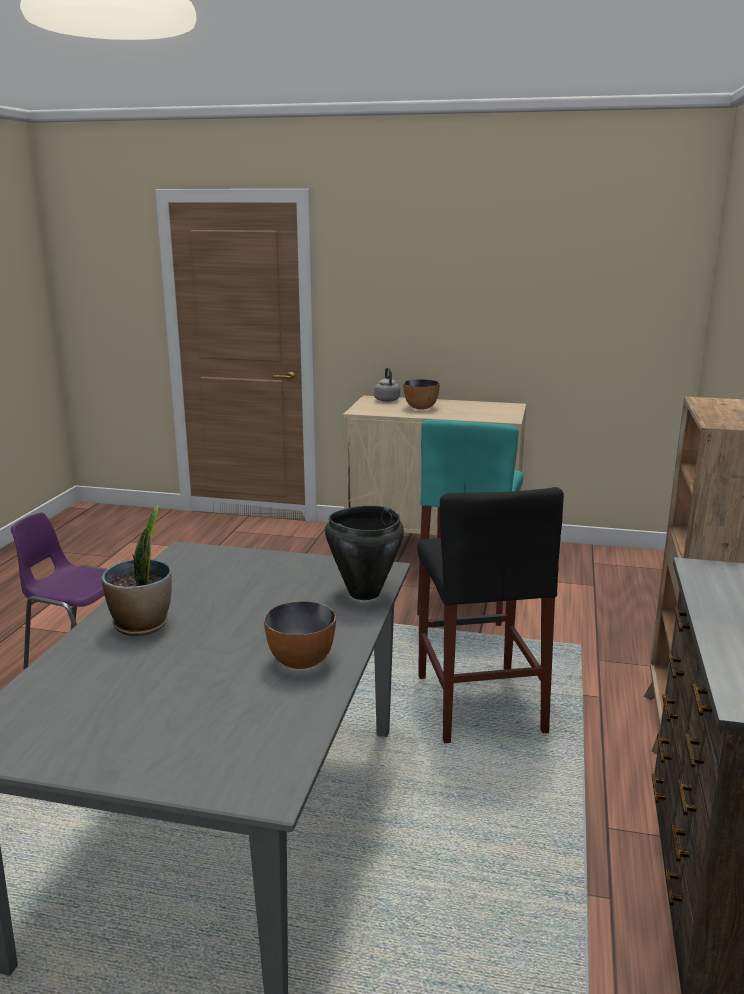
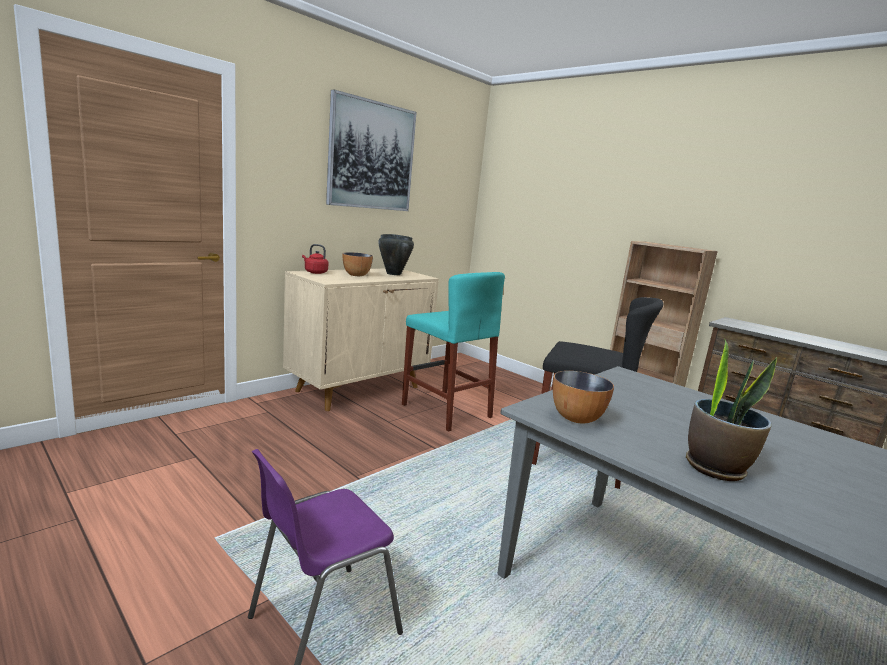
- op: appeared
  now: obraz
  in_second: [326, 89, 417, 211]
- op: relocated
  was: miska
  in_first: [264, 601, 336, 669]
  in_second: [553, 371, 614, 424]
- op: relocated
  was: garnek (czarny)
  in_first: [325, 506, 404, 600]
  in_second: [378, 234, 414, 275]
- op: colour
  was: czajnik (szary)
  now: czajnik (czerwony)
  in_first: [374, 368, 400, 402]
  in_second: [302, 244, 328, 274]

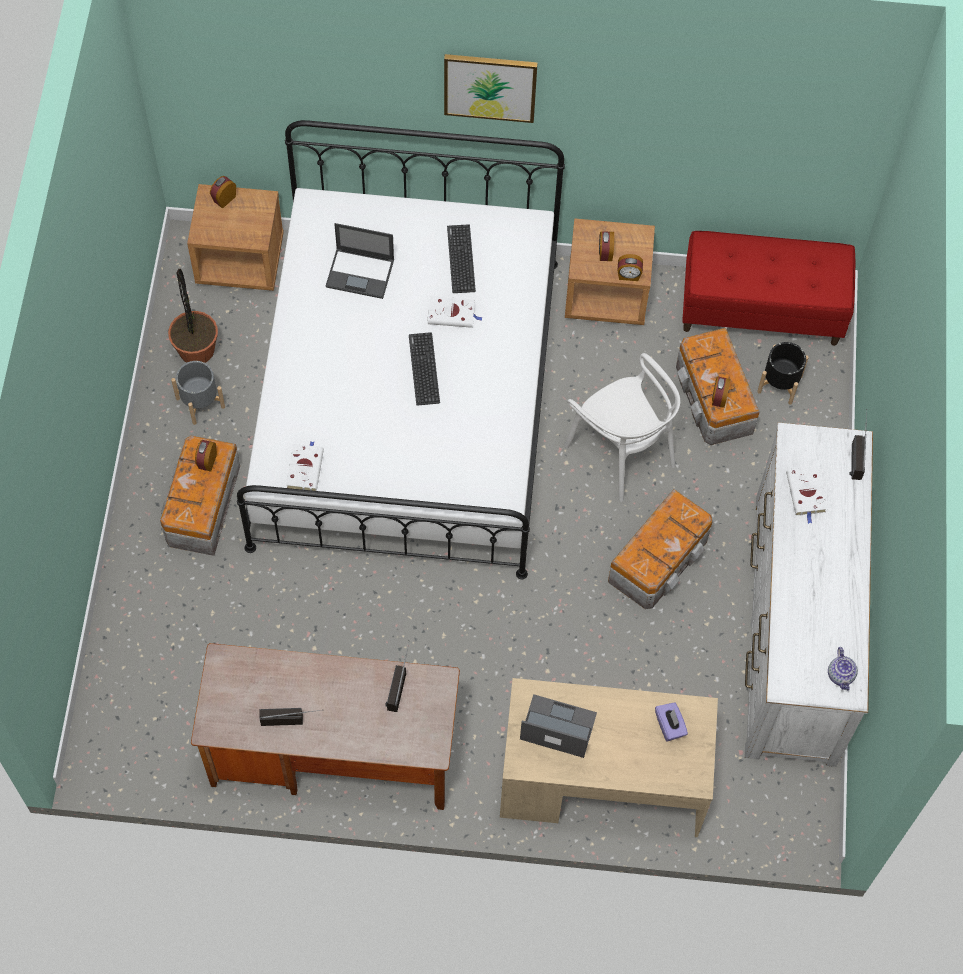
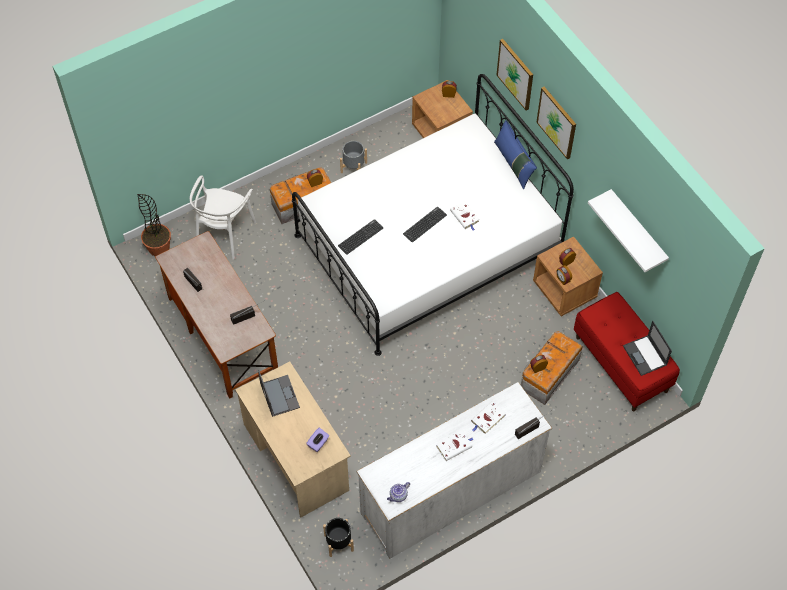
- op: missing
  was: pojemnik do przechowywania
  in_first: [608, 489, 712, 609]
- op: appeared
  now: poduszka (niebieski)
  in_second: [494, 120, 537, 189]
- op: appeared
  now: obraz
  in_second: [497, 39, 533, 110]
- op: appeared
  now: półka (biały)
  in_second: [588, 189, 669, 272]
- op: relocated
  was: roślina doniczkowa
  in_first: [168, 269, 218, 363]
  in_second: [137, 194, 171, 256]
- op: relocated
  was: książka (biały)
  in_first: [286, 441, 324, 491]
  in_second: [436, 430, 474, 461]
- op: relocated
  was: laptop
  in_first: [325, 223, 394, 299]
  in_second: [623, 321, 672, 376]
- op: relocated
  was: klawiatura
  in_first: [447, 224, 476, 293]
  in_second: [338, 219, 383, 255]
- op: relocated
  was: krzesło (biały)
  in_first: [564, 353, 680, 502]
  in_second: [190, 175, 256, 259]
- op: relocated
  was: donica (czarny)
  in_first: [757, 342, 809, 405]
  in_second: [323, 518, 354, 557]

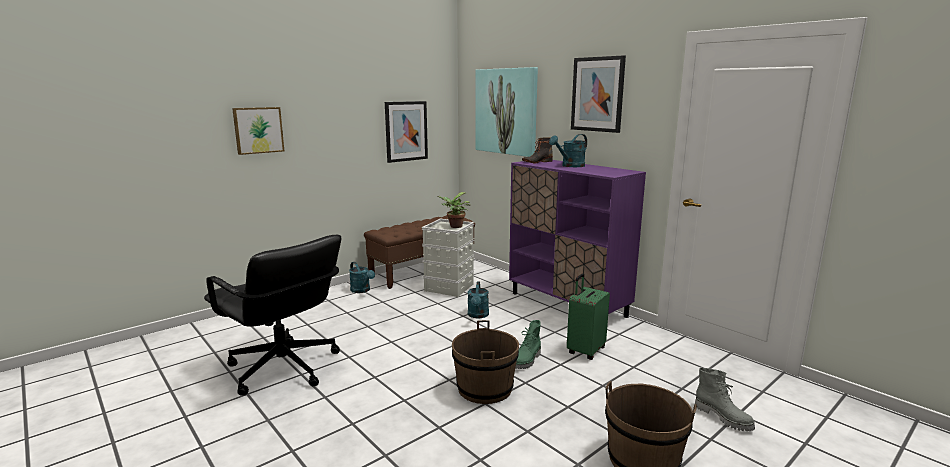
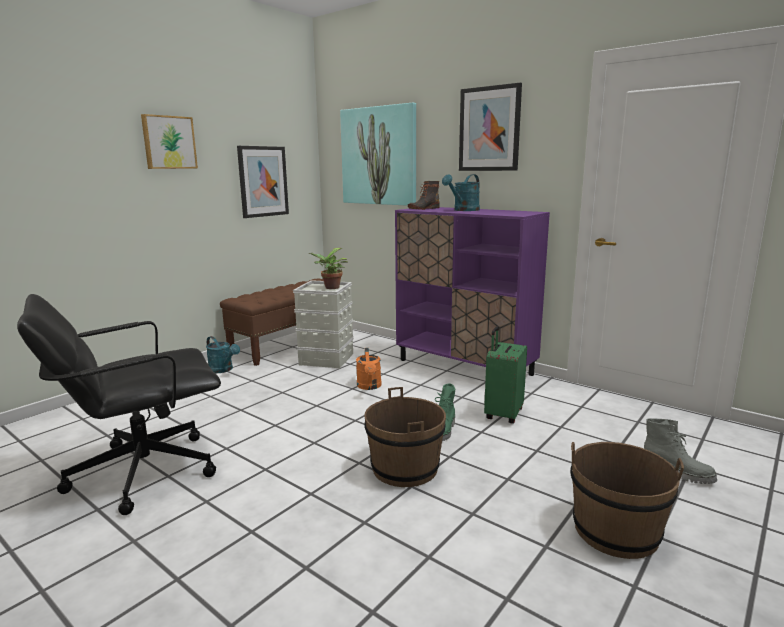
- op: relocated
  was: obraz
  in_first: [232, 107, 284, 155]
  in_second: [141, 114, 198, 169]
- op: colour
  was: konewka (turkusowy)
  now: konewka (pomarańczowy)
  in_first: [468, 282, 489, 318]
  in_second: [356, 348, 382, 390]
- op: spun
  was: krzesło biurowe (czarny)
  in_first: [204, 235, 341, 396]
  in_second: [17, 294, 221, 515]
  clockwise: 120

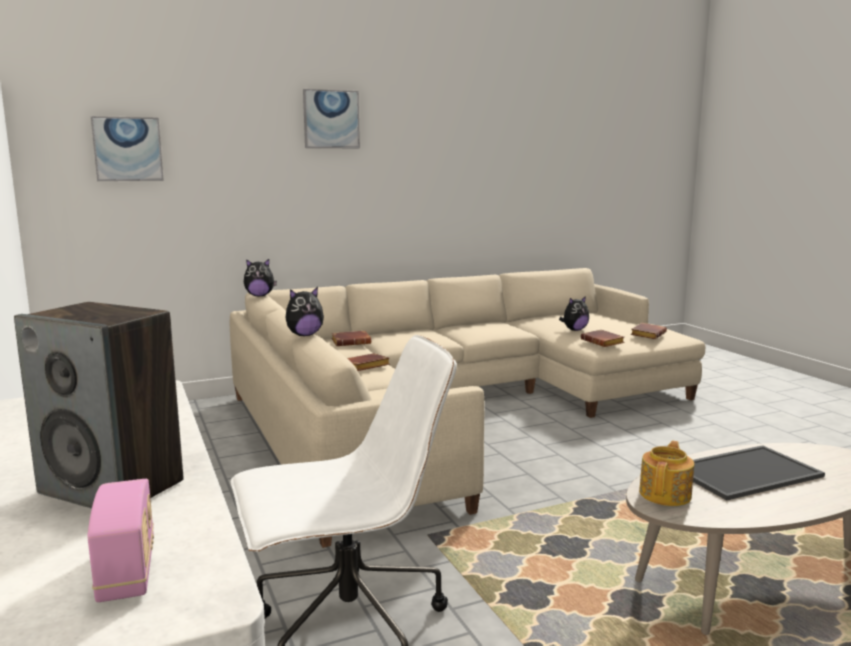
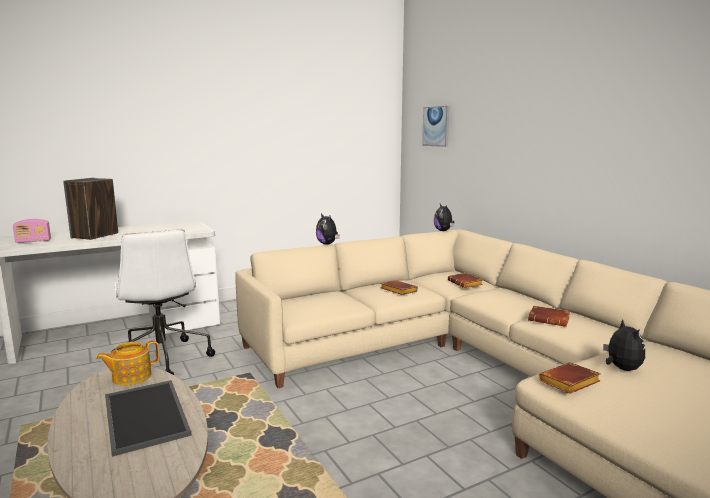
- op: missing
  was: obraz
  in_first: [303, 89, 360, 148]
- op: relocated
  was: książka (brązowy)
  in_first: [631, 323, 667, 339]
  in_second: [528, 306, 570, 327]
- op: spun
  was: pluszak
  in_first: [559, 296, 589, 331]
  in_second: [603, 320, 645, 371]
  clockwise: -150
- op: spun
  was: imbryk
  in_first: [639, 441, 694, 506]
  in_second: [96, 340, 159, 386]
  clockwise: 120

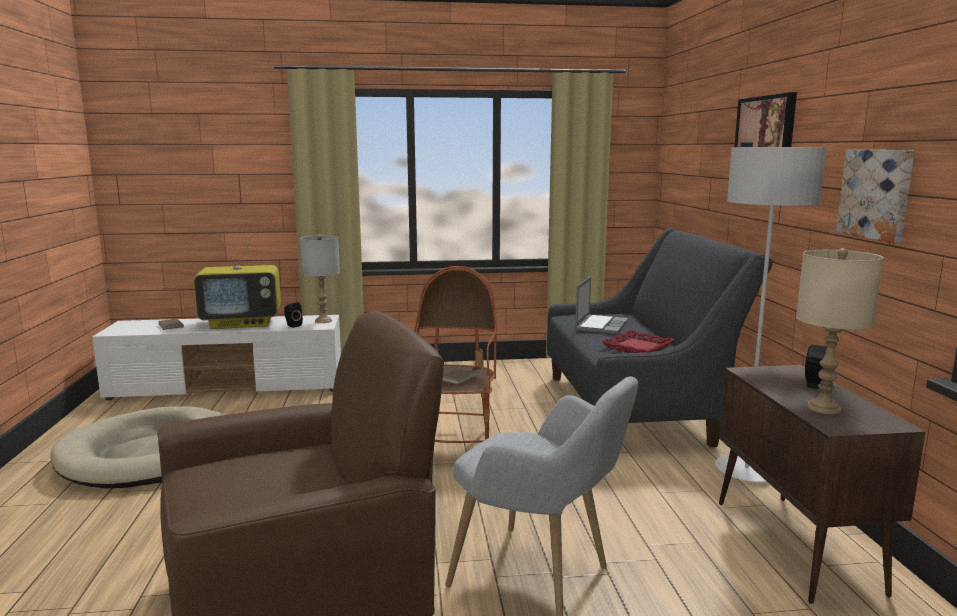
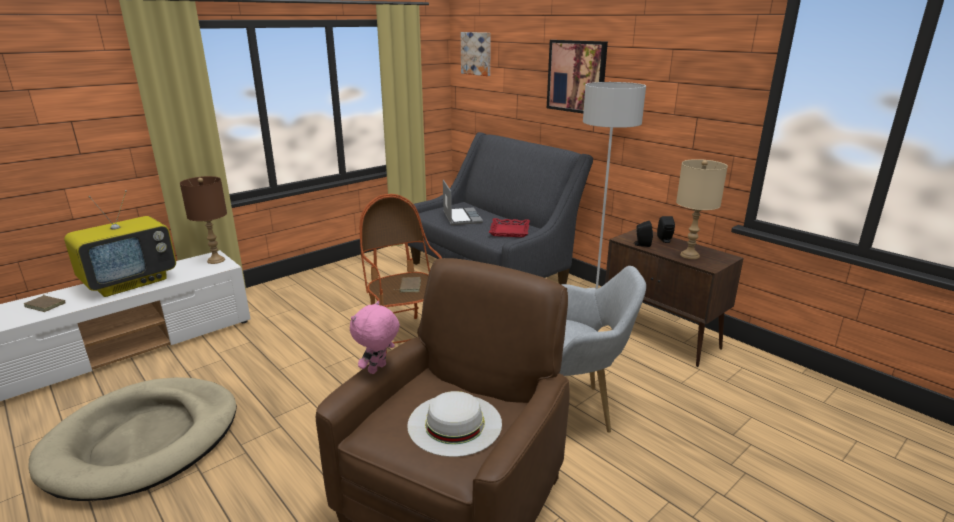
- op: appeared
  now: pluszak (różowy)
  in_second: [350, 301, 400, 374]
- op: appeared
  now: kapelusz (biały)
  in_second: [407, 391, 502, 457]
- op: relocated
  was: głośnik (czarny)
  in_first: [284, 302, 303, 328]
  in_second: [634, 221, 653, 247]
- op: relocated
  was: obraz
  in_first: [836, 150, 915, 243]
  in_second: [461, 32, 491, 76]
- op: colour
  was: lampa stołowa (szary)
  now: lampa stołowa (brązowy)
  in_first: [300, 234, 340, 323]
  in_second: [180, 176, 227, 264]

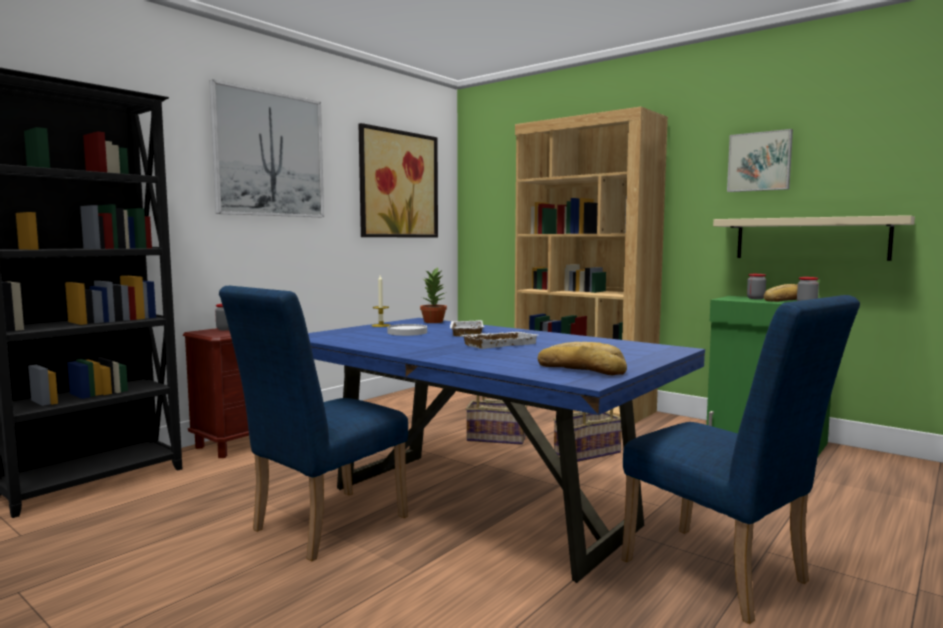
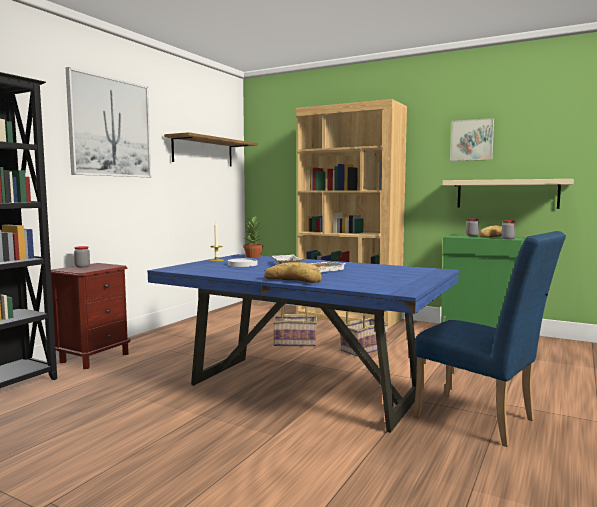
- op: missing
  was: krzesło (niebieski)
  in_first: [219, 286, 408, 562]
- op: relocated
  was: chleb
  in_first: [538, 342, 627, 375]
  in_second: [264, 262, 322, 283]
- op: exchanged
  was: obraz
  now: półka
  in_first: [359, 123, 438, 237]
  in_second: [164, 132, 258, 166]

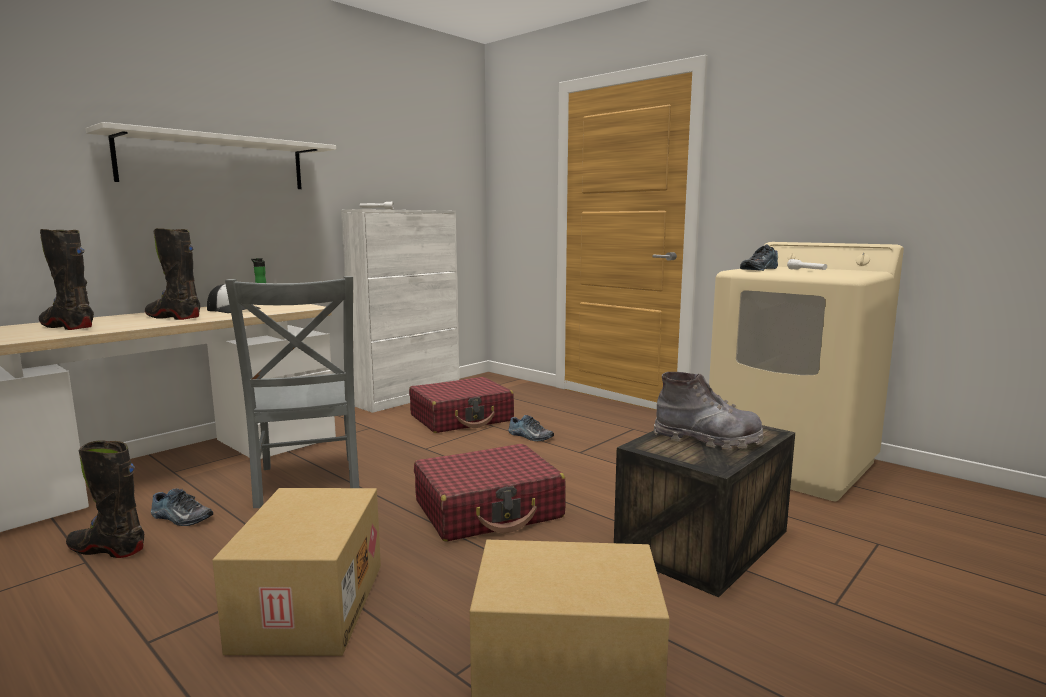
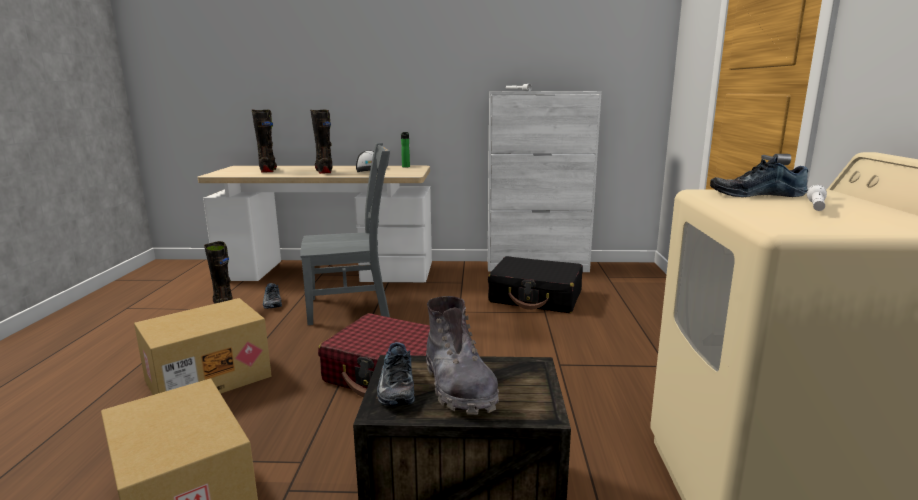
- op: missing
  was: półka (biały)
  in_first: [86, 122, 336, 189]
- op: relocated
  was: but
  in_first: [508, 415, 554, 441]
  in_second: [377, 342, 415, 406]
- op: colour
  was: walizka (czerwony)
  now: walizka (czarny)
  in_first: [409, 377, 514, 433]
  in_second: [488, 256, 583, 313]
- op: spun
  was: krzesło (szary)
  in_first: [225, 276, 360, 508]
  in_second: [300, 143, 390, 325]
  clockwise: -135

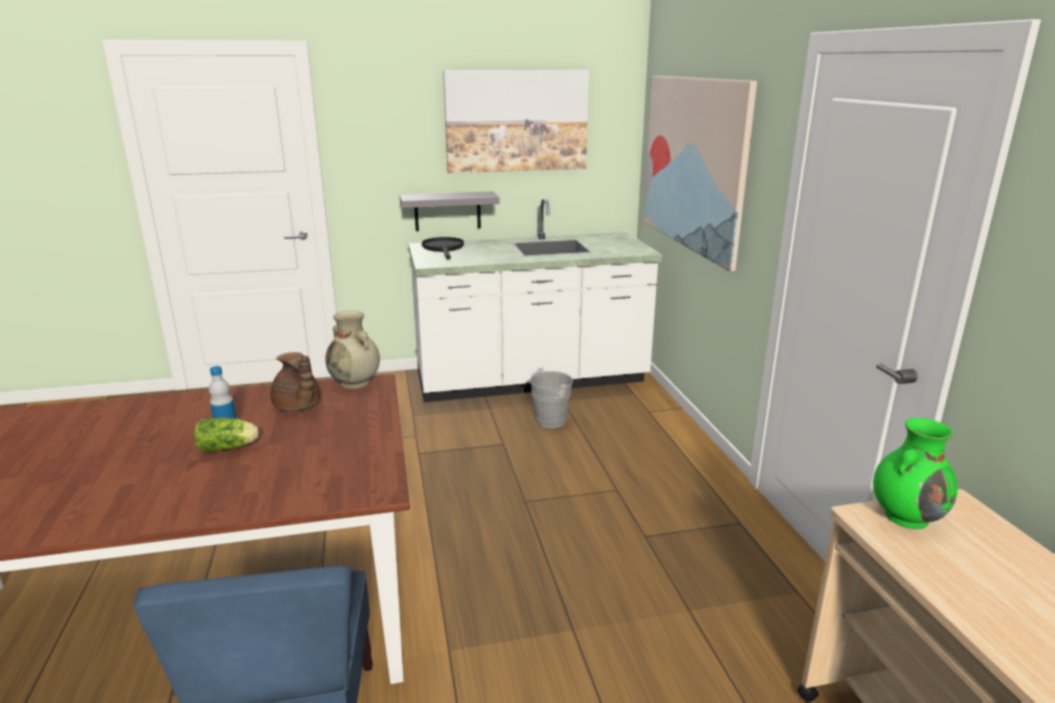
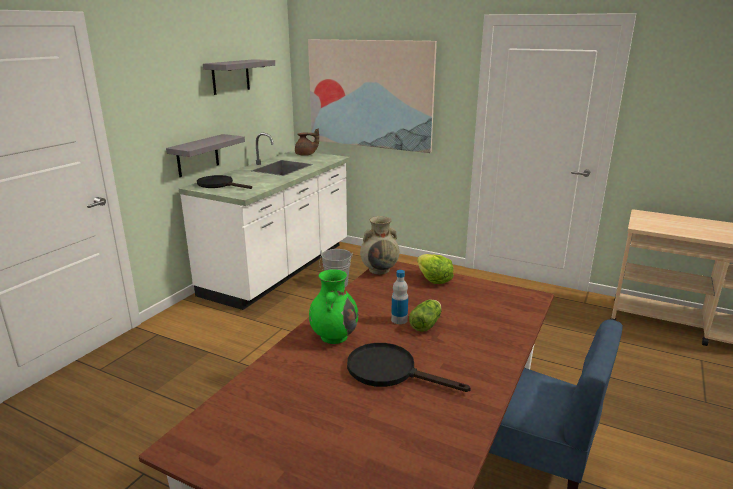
- op: appeared
  now: patelnia (czarny)
  in_second: [347, 343, 471, 392]
- op: appeared
  now: sałata
  in_second: [417, 254, 454, 284]
- op: relocated
  was: imbryk (brązowy)
  in_first: [270, 352, 320, 411]
  in_second: [295, 128, 319, 156]
- op: relocated
  was: wazon (zielony)
  in_first: [873, 418, 958, 529]
  in_second: [309, 269, 358, 344]
- op: exchanged
  was: obraz
  now: półka (szary)
  in_first: [443, 70, 589, 173]
  in_second: [203, 59, 275, 95]

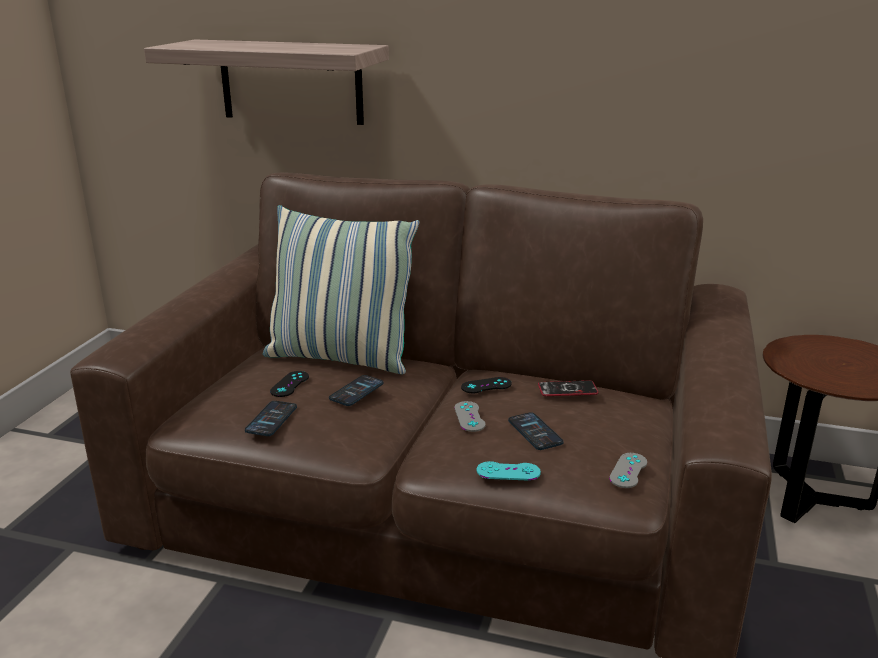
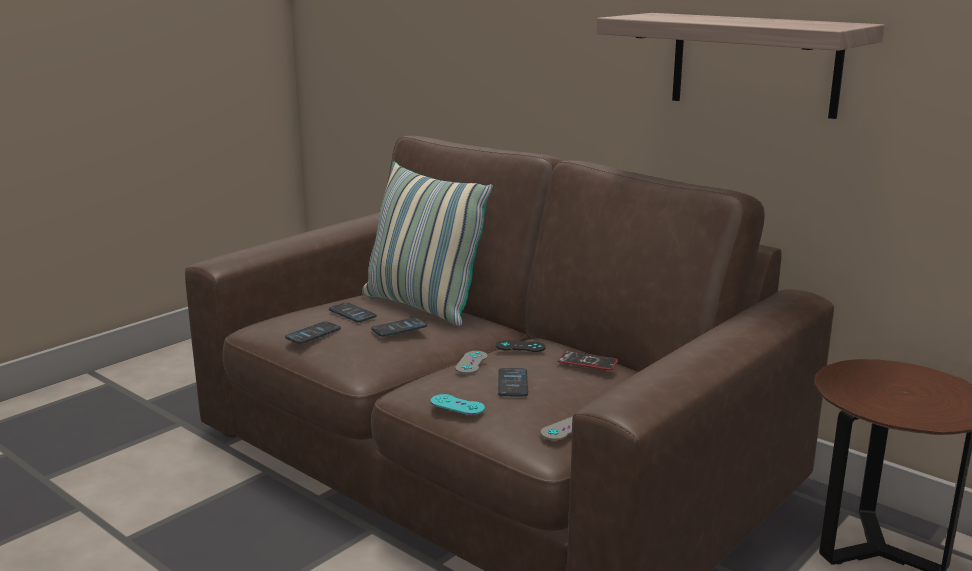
- op: relocated
  was: półka
  in_first: [144, 39, 389, 125]
  in_second: [597, 13, 885, 119]
- op: exchanged
  was: pad do gier (czarny)
  now: telefon
  in_first: [270, 371, 309, 397]
  in_second: [329, 303, 376, 322]

